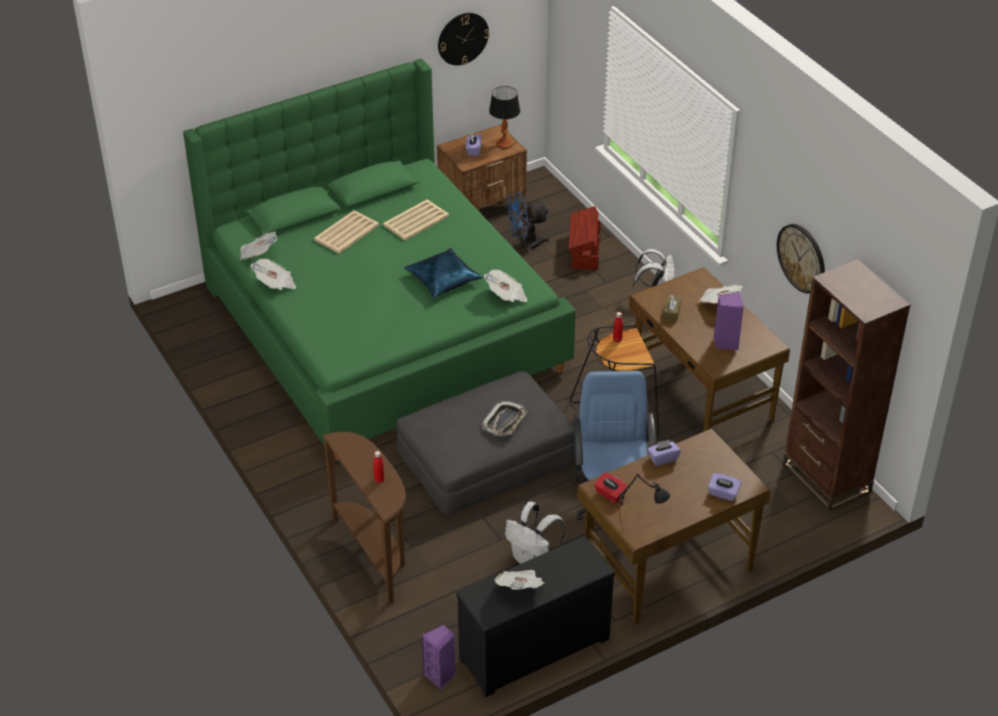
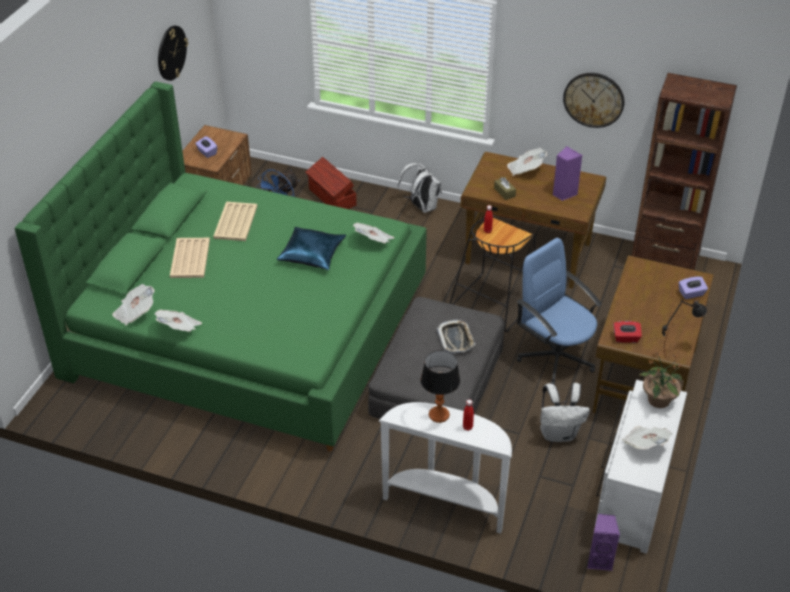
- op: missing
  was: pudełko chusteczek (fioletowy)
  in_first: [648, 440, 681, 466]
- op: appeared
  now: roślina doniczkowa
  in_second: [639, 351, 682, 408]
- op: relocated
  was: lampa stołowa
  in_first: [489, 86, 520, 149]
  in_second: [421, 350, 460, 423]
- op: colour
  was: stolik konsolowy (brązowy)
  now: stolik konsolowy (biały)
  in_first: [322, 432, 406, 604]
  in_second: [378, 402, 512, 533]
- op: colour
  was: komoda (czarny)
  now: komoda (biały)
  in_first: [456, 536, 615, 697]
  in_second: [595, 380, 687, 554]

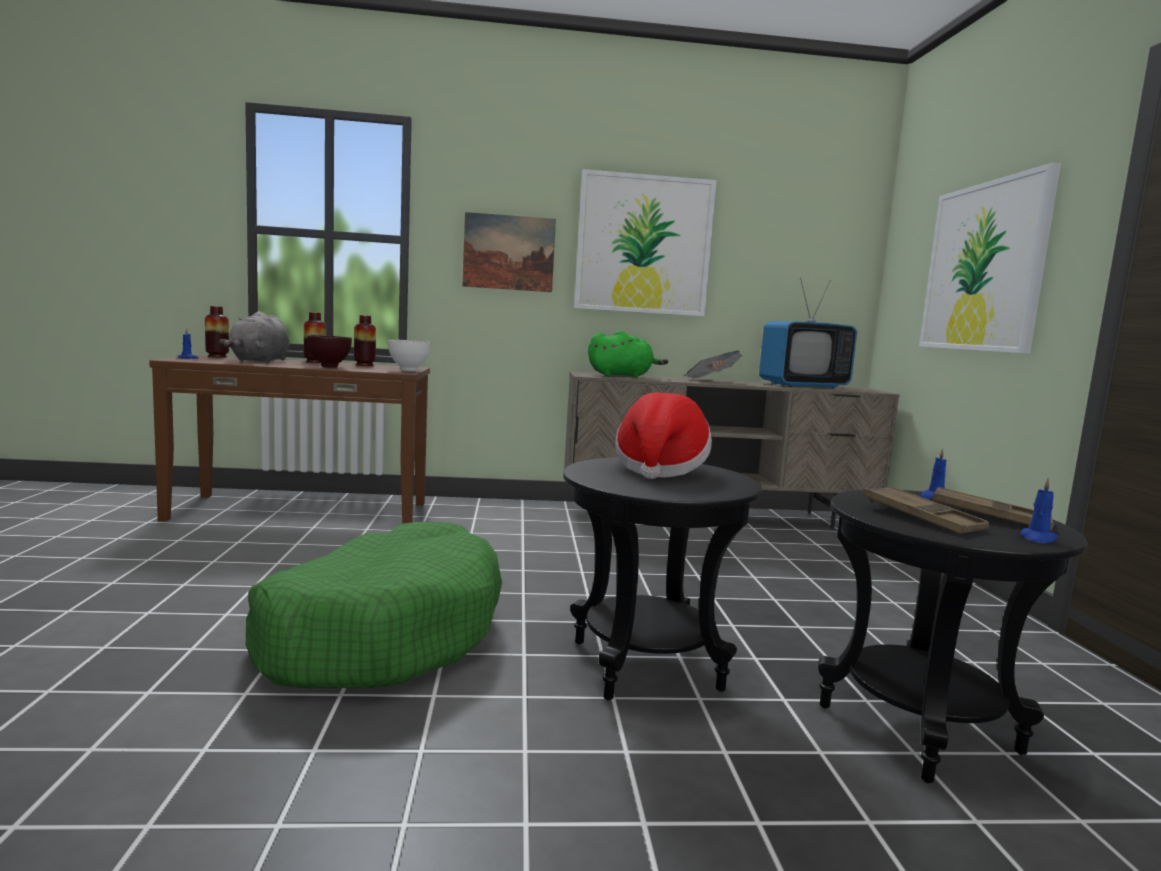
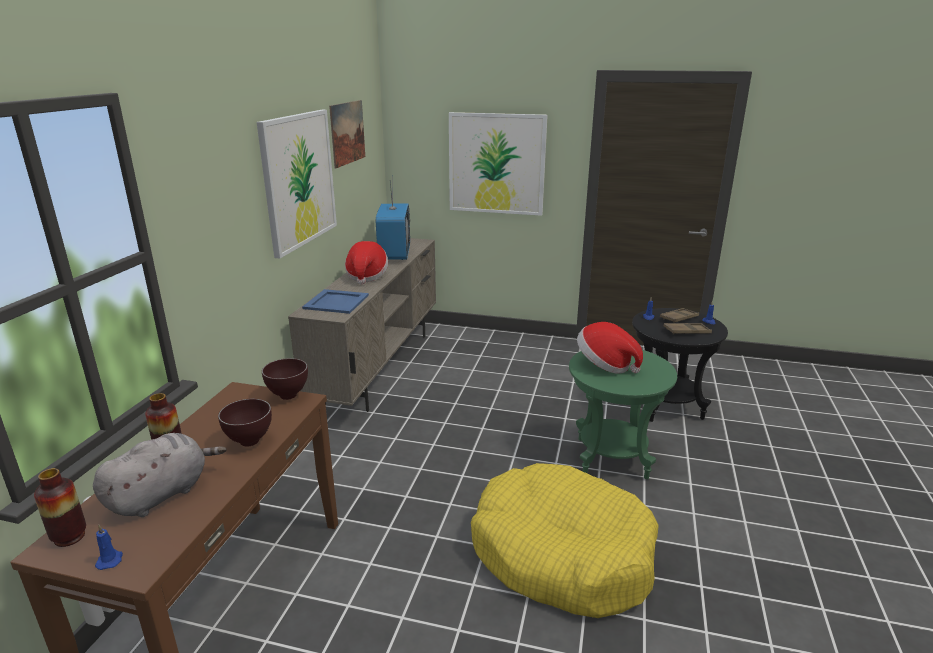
- op: missing
  was: wazon
  in_first: [354, 315, 376, 366]
- op: relocated
  was: obraz
  in_first: [463, 212, 556, 292]
  in_second: [329, 100, 365, 168]
- op: exchanged
  was: pluszak (zielony)
  now: taca (niebieski)
  in_first: [588, 331, 668, 377]
  in_second: [302, 289, 369, 314]
- op: exchanged
  was: gazeta
  now: kapelusz
  in_first: [683, 351, 742, 378]
  in_second: [345, 241, 388, 284]
- op: colour
  was: legowisko (zielony)
  now: legowisko (żółty)
  in_first: [246, 522, 502, 688]
  in_second: [471, 463, 659, 618]
- op: colour
  was: miska (biały)
  now: miska (brązowy)
  in_first: [388, 340, 430, 371]
  in_second: [262, 358, 308, 400]
- op: colour
  was: stolik (czarny)
  now: stolik (zielony)
  in_first: [563, 457, 762, 700]
  in_second: [569, 350, 677, 479]
- op: spun
  was: pluszak (szary)
  in_first: [219, 311, 290, 363]
  in_second: [93, 433, 226, 517]
  clockwise: -75

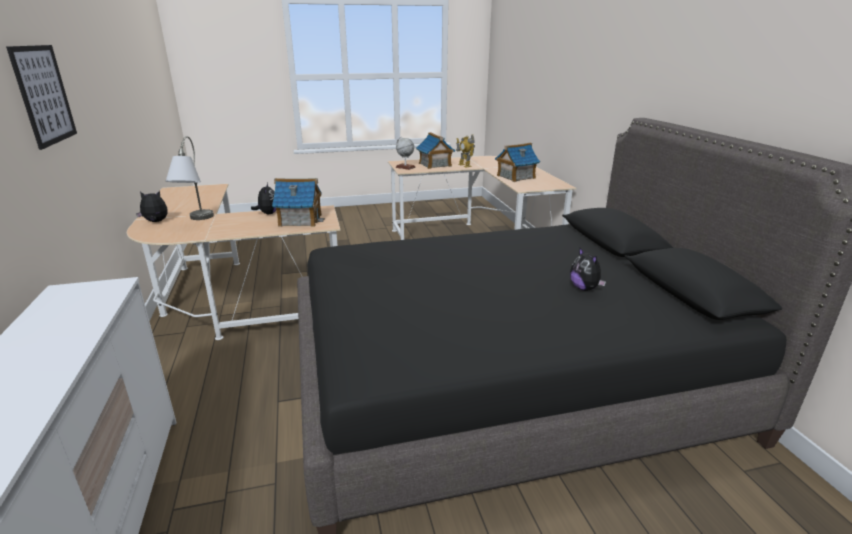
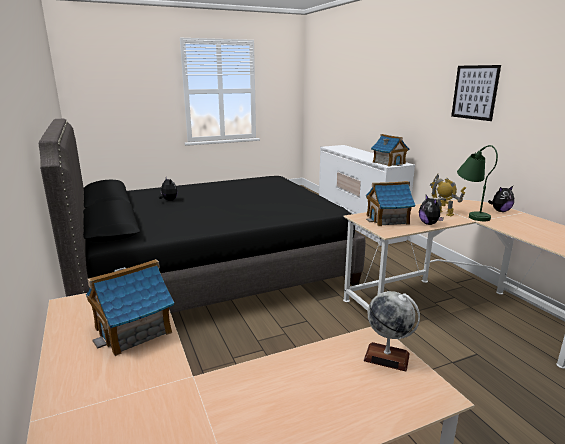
- op: relocated
  was: domek
  in_first: [416, 132, 455, 169]
  in_second: [371, 134, 409, 166]
- op: relocated
  was: robot zabawkowy
  in_first: [456, 135, 475, 168]
  in_second: [430, 174, 466, 216]
- op: colour
  was: lampa stołowa (szary)
  now: lampa stołowa (zielony)
  in_first: [166, 136, 214, 220]
  in_second: [457, 145, 498, 221]

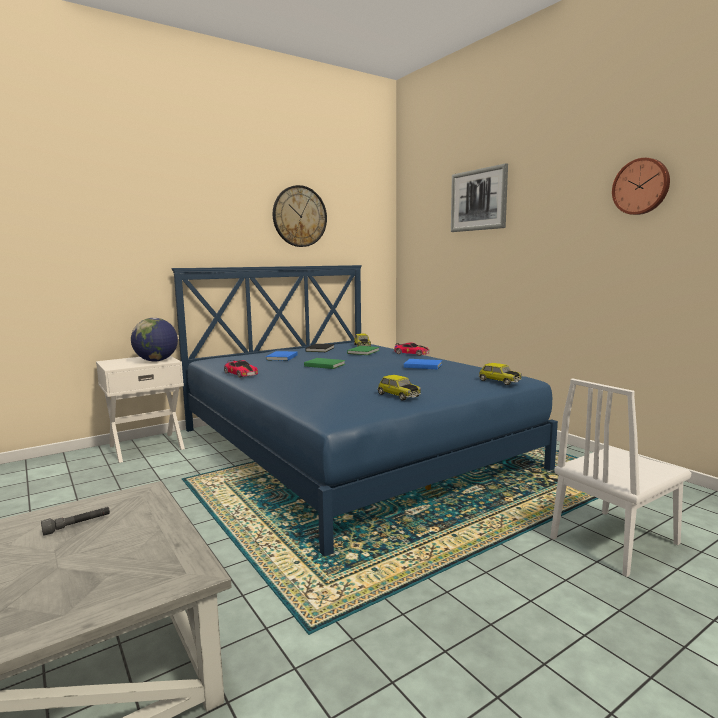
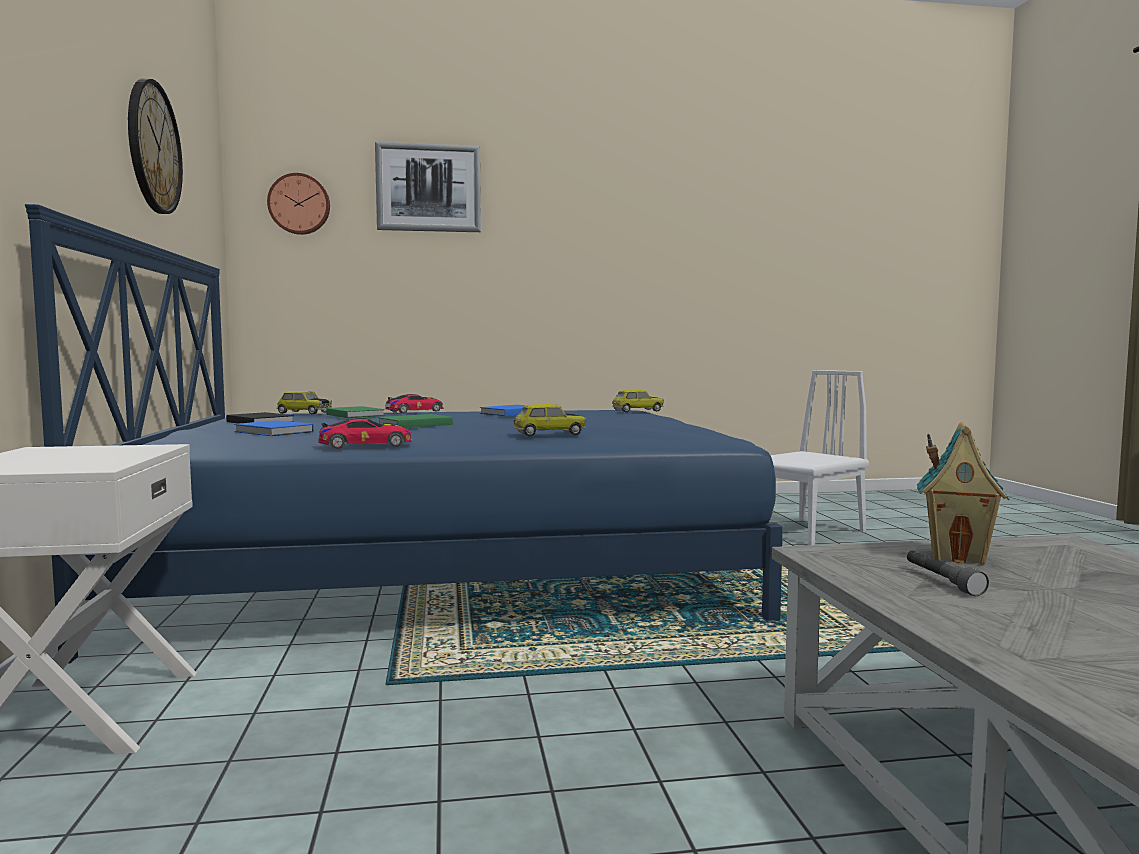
- op: missing
  was: globus
  in_first: [131, 318, 178, 362]
- op: appeared
  now: domek
  in_second: [917, 422, 1010, 565]
- op: relocated
  was: samochodzik
  in_first: [377, 375, 421, 401]
  in_second: [514, 404, 586, 436]
- op: relocated
  was: zegar ścienny
  in_first: [612, 158, 670, 215]
  in_second: [267, 173, 330, 235]
- op: spun
  was: krzesło (biały)
  in_first: [550, 378, 691, 577]
  in_second: [770, 370, 869, 545]
  clockwise: -120

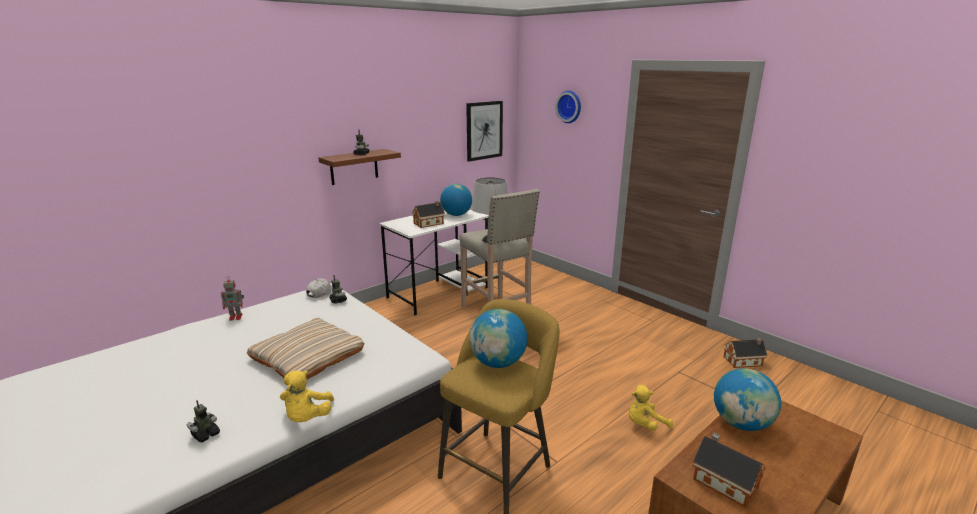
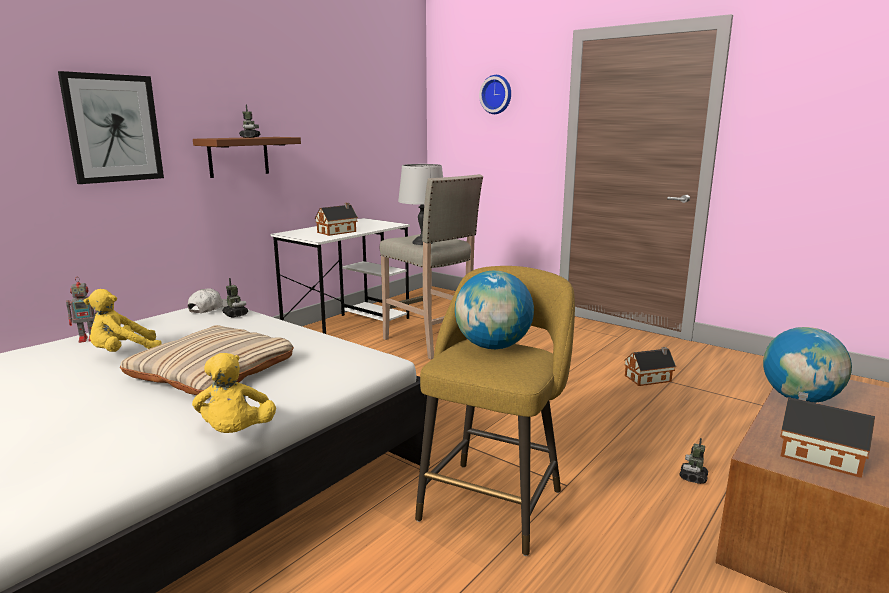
- op: missing
  was: globus
  in_first: [440, 184, 472, 216]
- op: relocated
  was: robot zabawkowy
  in_first: [187, 400, 220, 442]
  in_second: [679, 438, 708, 484]
- op: relocated
  was: obraz
  in_first: [466, 101, 503, 162]
  in_second: [58, 71, 164, 184]
- op: relocated
  was: pluszak (żółty)
  in_first: [629, 385, 673, 431]
  in_second: [84, 289, 162, 352]
- op: relocated
  was: domek
  in_first: [724, 338, 768, 368]
  in_second: [624, 347, 676, 386]

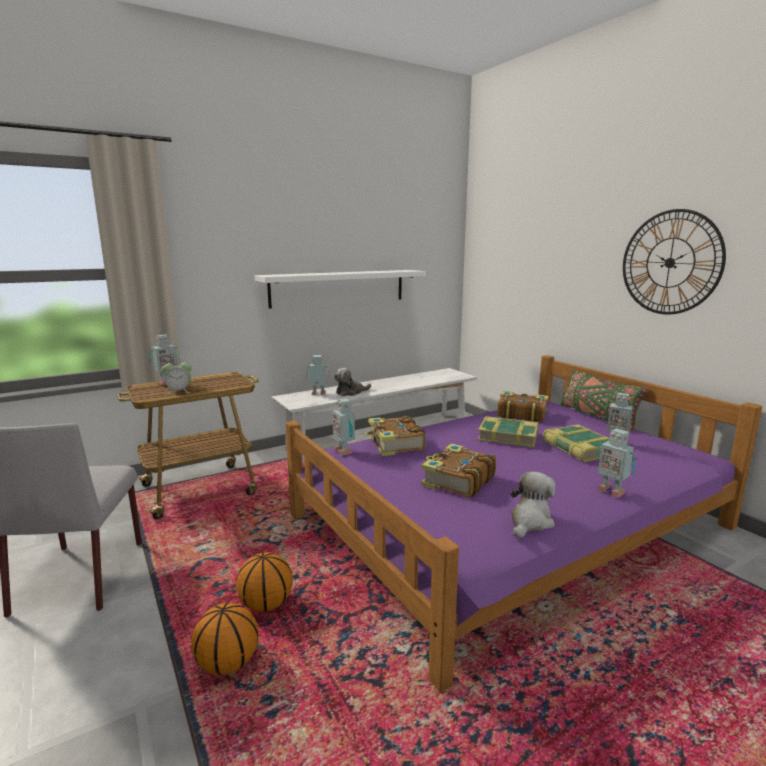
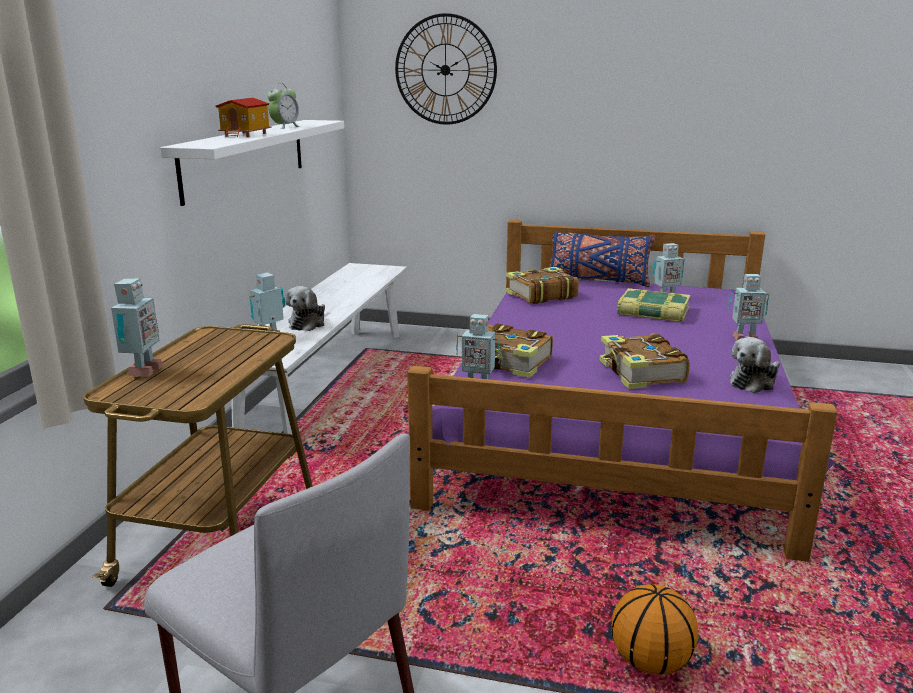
- op: missing
  was: piłka do koszykówki
  in_first: [236, 552, 293, 612]
- op: missing
  was: książka
  in_first: [478, 416, 538, 448]
- op: appeared
  now: domek
  in_second: [215, 98, 272, 137]
- op: relocated
  was: budzik
  in_first: [162, 358, 192, 395]
  in_second: [267, 83, 301, 129]
- op: relocated
  was: zegar ścienny
  in_first: [623, 209, 726, 315]
  in_second: [395, 13, 497, 125]
- op: colour
  was: poduszka (zielony)
  now: poduszka (niebieski)
  in_first: [560, 370, 648, 432]
  in_second: [549, 231, 655, 287]
- op: spun
  was: pluszak
  in_first: [510, 472, 555, 538]
  in_second: [730, 337, 780, 393]
  clockwise: -120

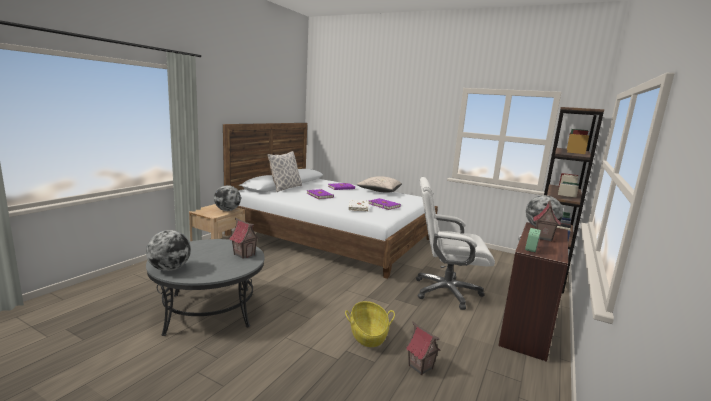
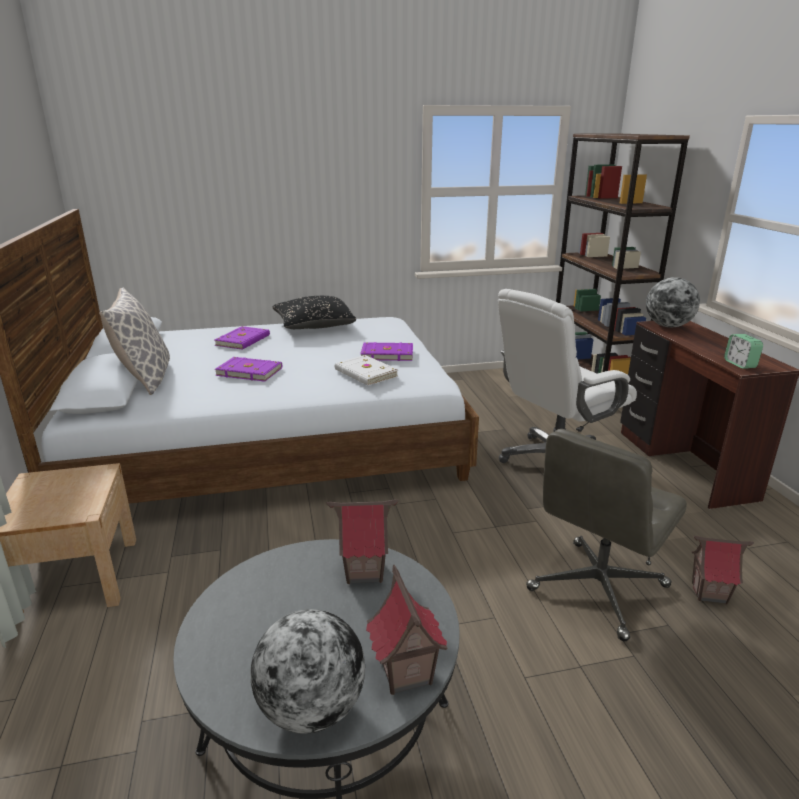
- op: missing
  was: globus
  in_first: [214, 185, 241, 211]
- op: relocated
  was: domek
  in_first: [533, 200, 561, 242]
  in_second: [366, 565, 448, 695]
- op: exchanged
  was: koszyk
  now: krzesło biurowe (szary)
  in_first: [345, 301, 395, 347]
  in_second: [526, 429, 687, 642]
- op: colour
  was: poduszka (beżowy)
  now: poduszka (czarny)
  in_first: [357, 176, 402, 193]
  in_second: [273, 296, 356, 329]

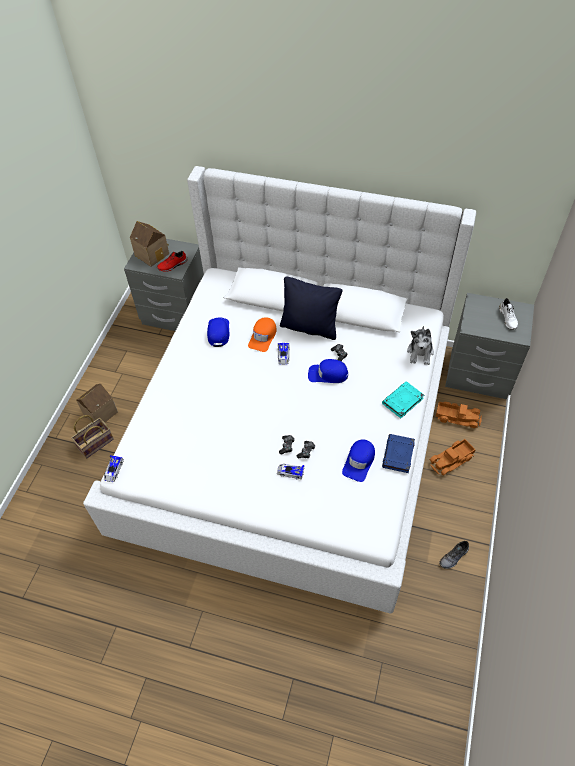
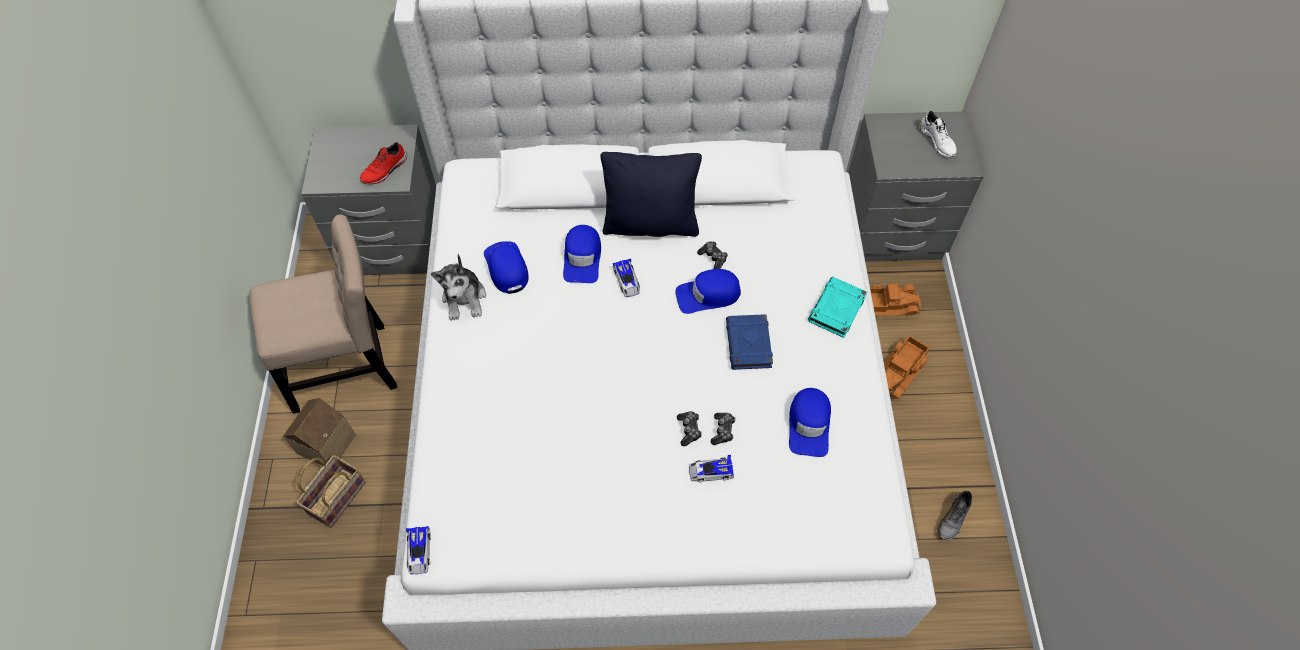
- op: missing
  was: domek
  in_first: [130, 221, 169, 267]
- op: appeared
  now: krzesło (beżowy)
  in_second: [249, 215, 397, 414]
- op: relocated
  was: książka (niebieski)
  in_first: [382, 434, 415, 473]
  in_second: [726, 314, 773, 370]
- op: relocated
  was: pluszak
  in_first: [407, 326, 434, 365]
  in_second: [431, 254, 486, 321]
- op: colour
  was: czapka z daszkiem (pomarańczowy)
  now: czapka z daszkiem (niebieski)
  in_first: [248, 317, 277, 352]
  in_second: [563, 225, 601, 283]

